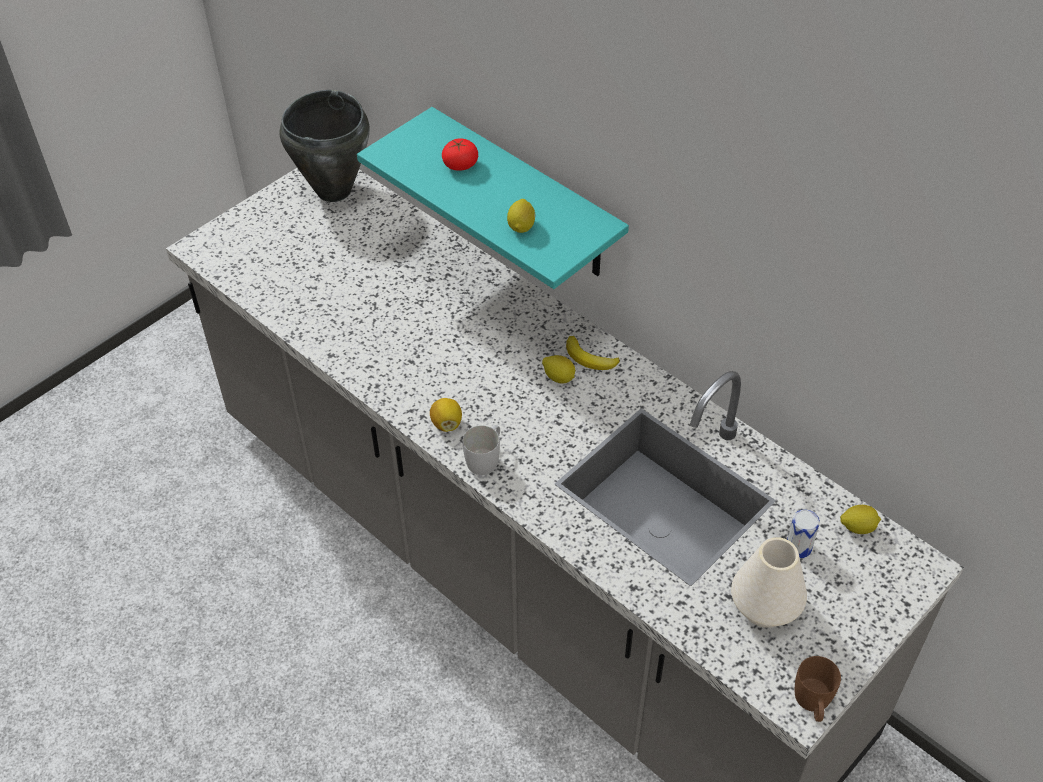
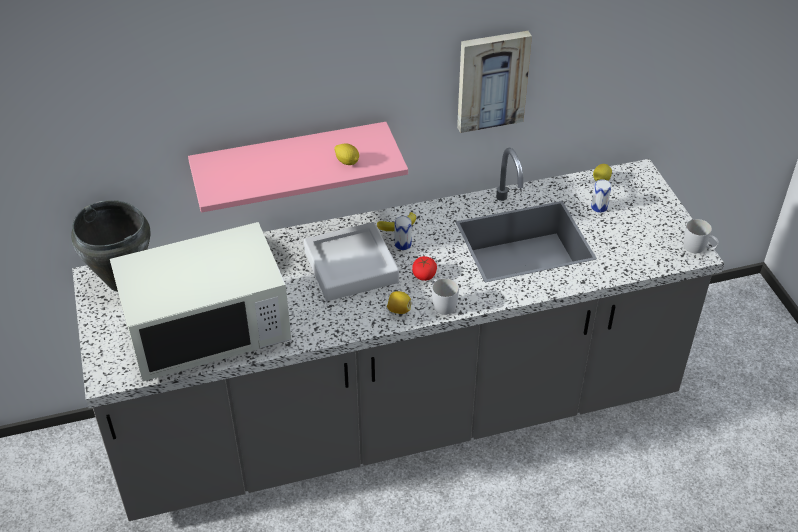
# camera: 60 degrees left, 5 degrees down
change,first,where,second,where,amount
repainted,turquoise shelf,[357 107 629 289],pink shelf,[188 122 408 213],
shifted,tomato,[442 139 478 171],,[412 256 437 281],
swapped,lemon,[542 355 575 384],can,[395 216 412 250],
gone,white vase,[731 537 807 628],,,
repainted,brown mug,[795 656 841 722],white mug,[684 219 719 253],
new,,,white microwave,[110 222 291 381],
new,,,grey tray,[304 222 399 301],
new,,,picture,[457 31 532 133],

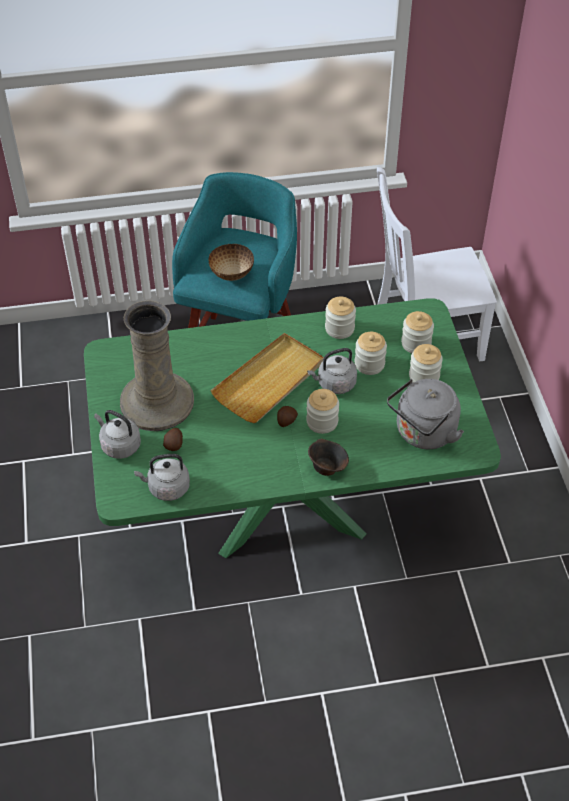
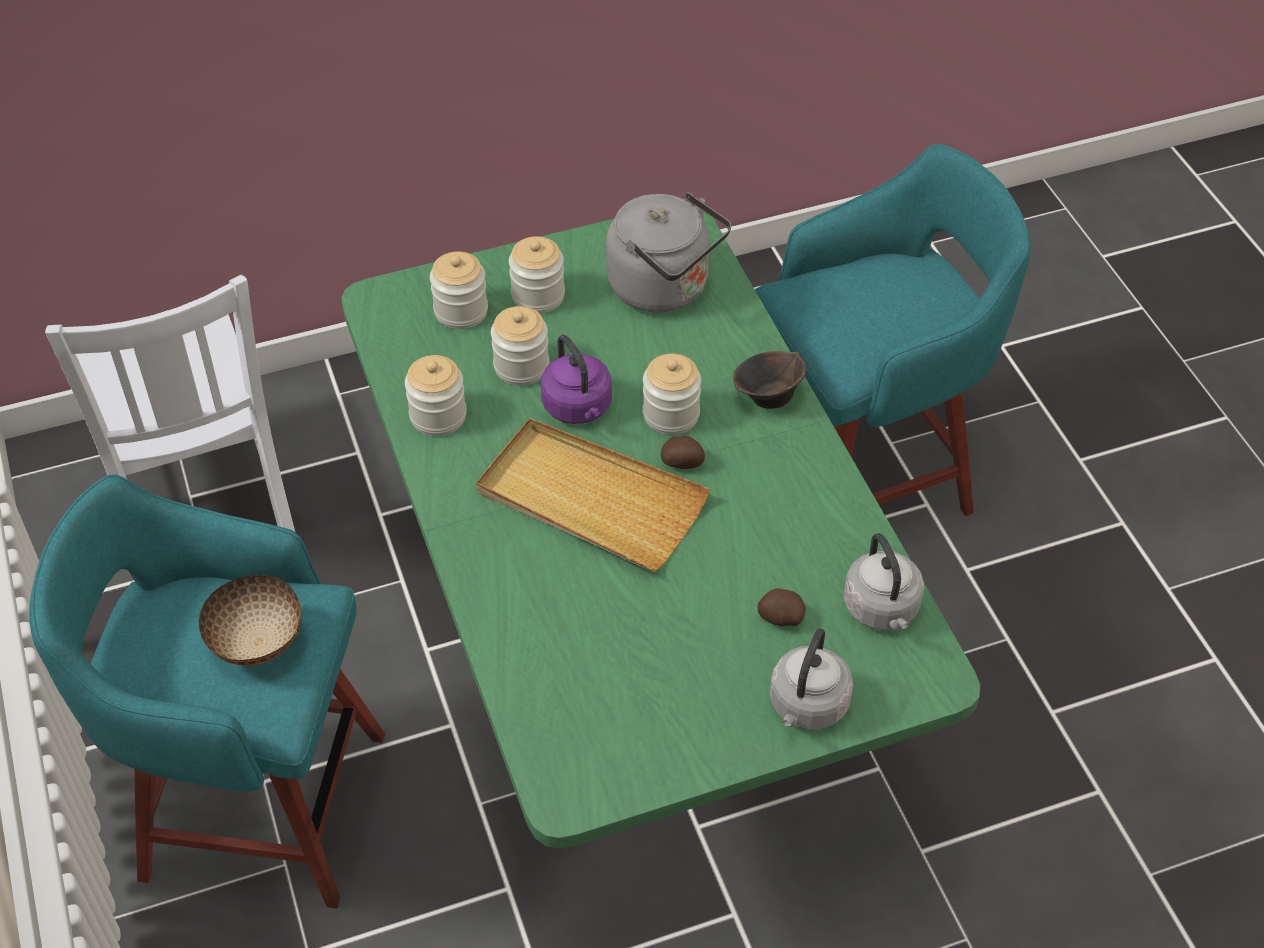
# camera: 100 degrees left, 0 degrees up
change,first,where,second,where,amount
gone,beige vase,[120 301 194 431],,,
repainted,grey kettle,[307 348 357 394],purple kettle,[541 335 612 424],
new,,,turquoise stool,[755 143 1031 516],

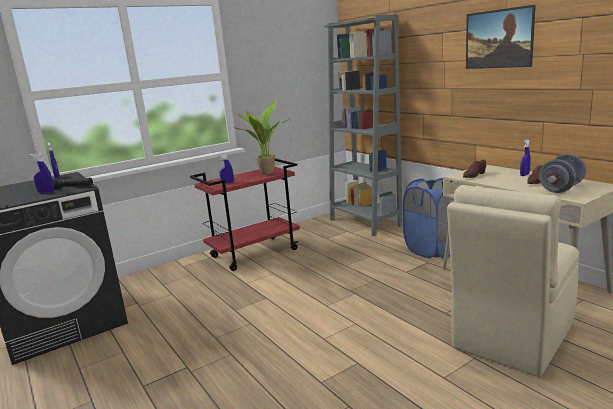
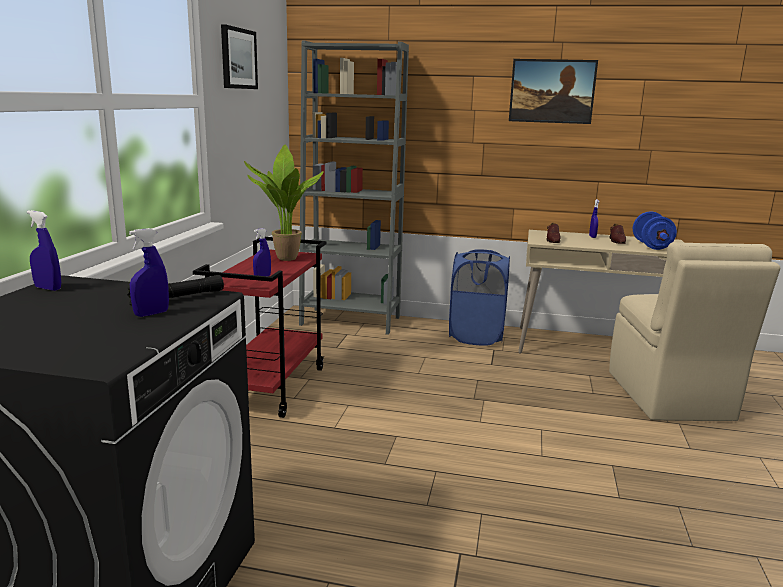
# camera: 45 degrees left, 0 degrees up
change,first,where,second,where,amount
repainted,grey dumbbell,[539 154 586 193],blue dumbbell,[633 211 677 250],
new,,,picture,[221 24 258 89],

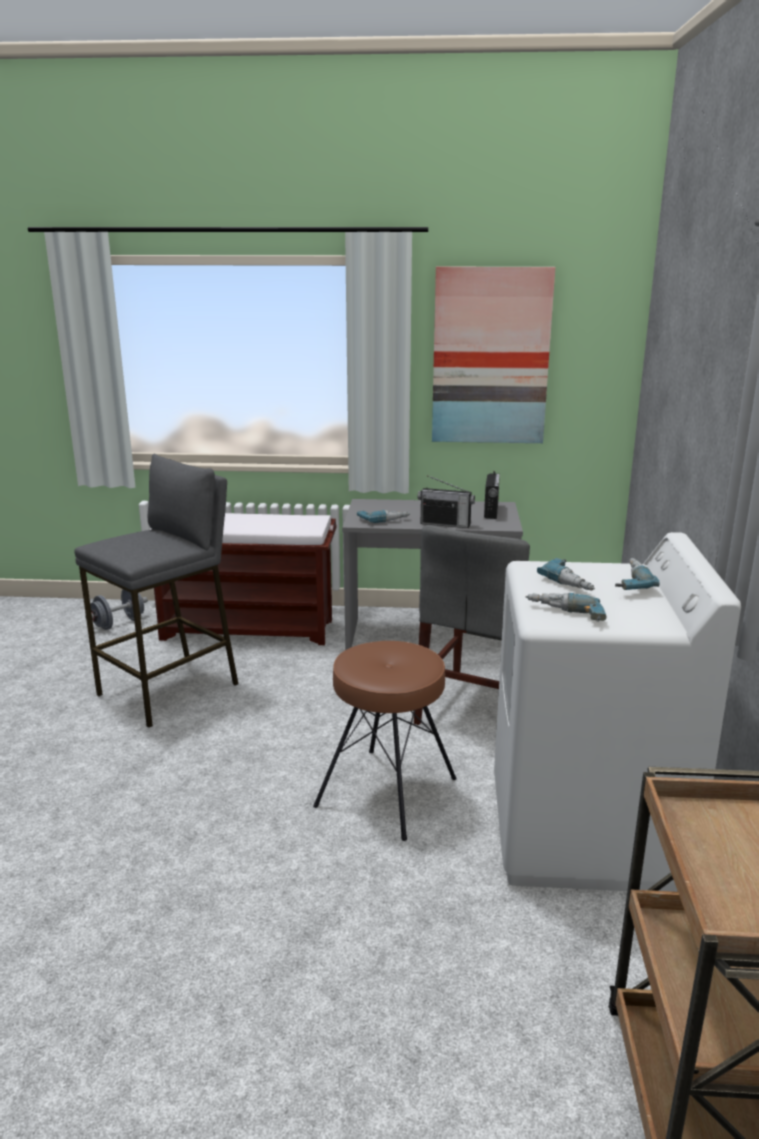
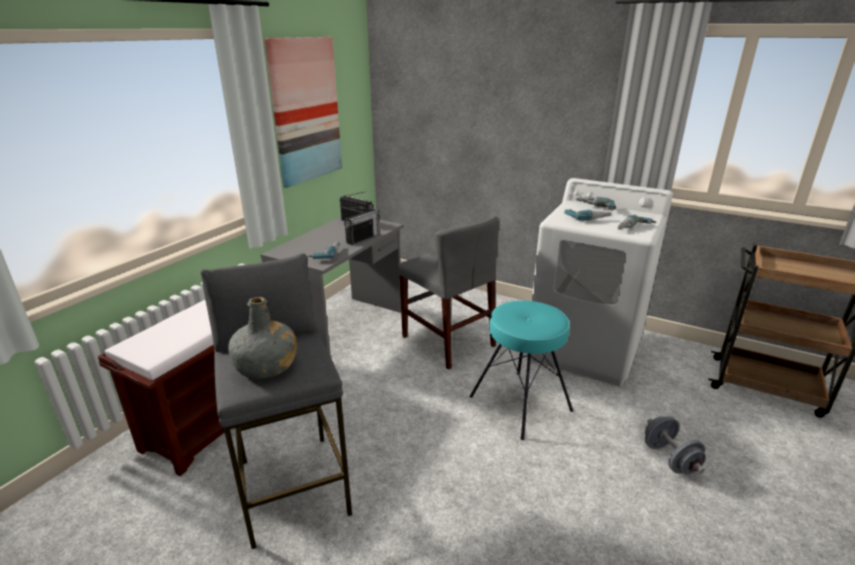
# camera: 65 degrees left, 5 degrees up
change,first,where,second,where,amount
shifted,grey dumbbell,[85 589 148 630],,[645 416 706 475],
repainted,brown stool,[313 641 457 841],turquoise stool,[470 301 573 440],
new,,,grey bottle,[228 297 297 379],

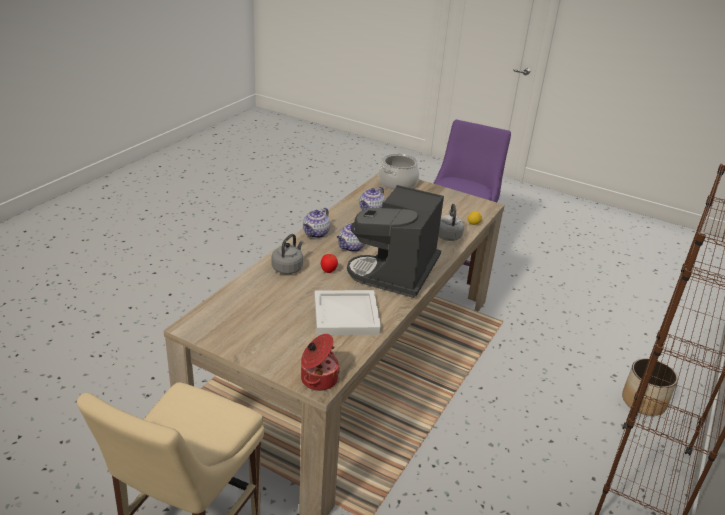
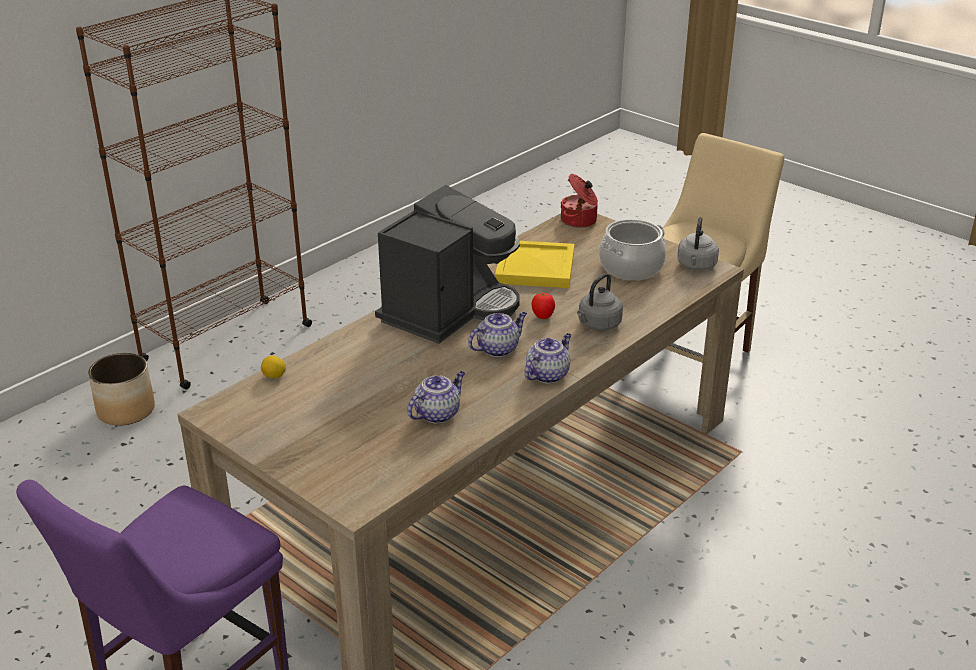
# camera: 165 degrees left, 0 degrees up
change,first,where,second,where,amount
repainted,white tray,[314 290 381 335],yellow tray,[495 241 574 288],
shifted,cooking pot,[378 153 420 190],,[599 219 666 280],
shifted,grey kettle,[438 204 464 241],,[677 217 719 271],

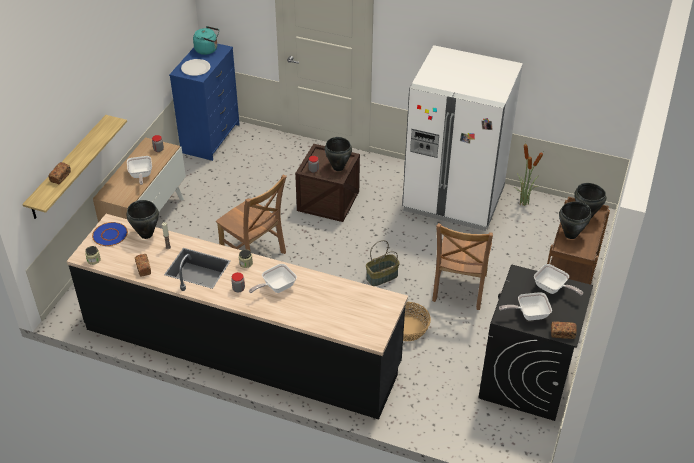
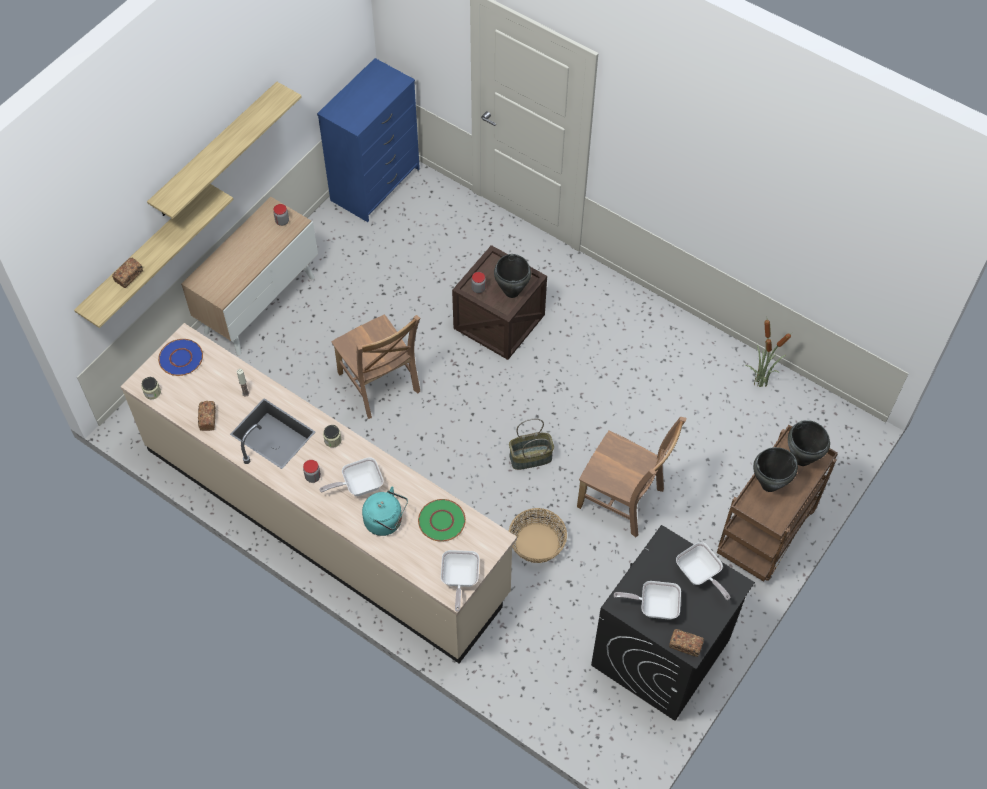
# camera: 15 degrees right, 15 degrees up
change,first,where,second,where,amount
repainted,black counter,[67 214 408 420],beige counter,[120 323 517 663],
gone,black cooking pot,[126 200 159 239],,,
shifted,frying pan,[127 156 152 185],,[441 550 479 612],
gone,white plate,[181 59 210 76],,,
shifted,turquoise kettle,[193 26 219 55],,[362 486 408 536],
gone,white fridge,[402 45 523 231],,,
rotated,brown chair,[432 223 493 310],,[577 417 686 537],90 degrees counterclockwise
new,,,shelf,[147 82 302 219],
new,,,green plate,[418 499 466 542],

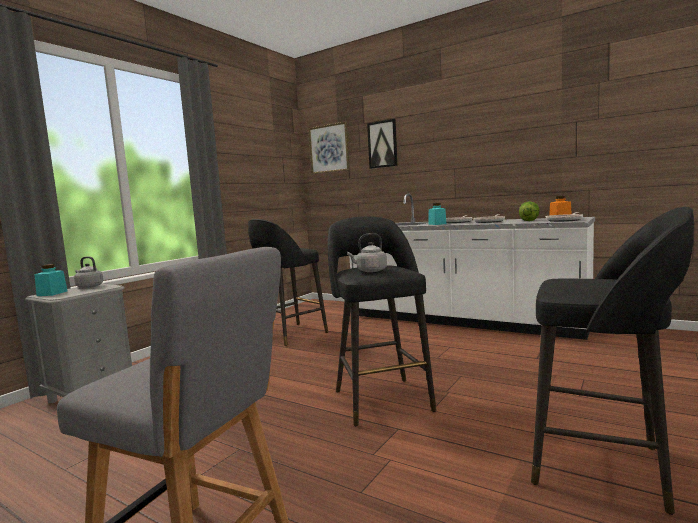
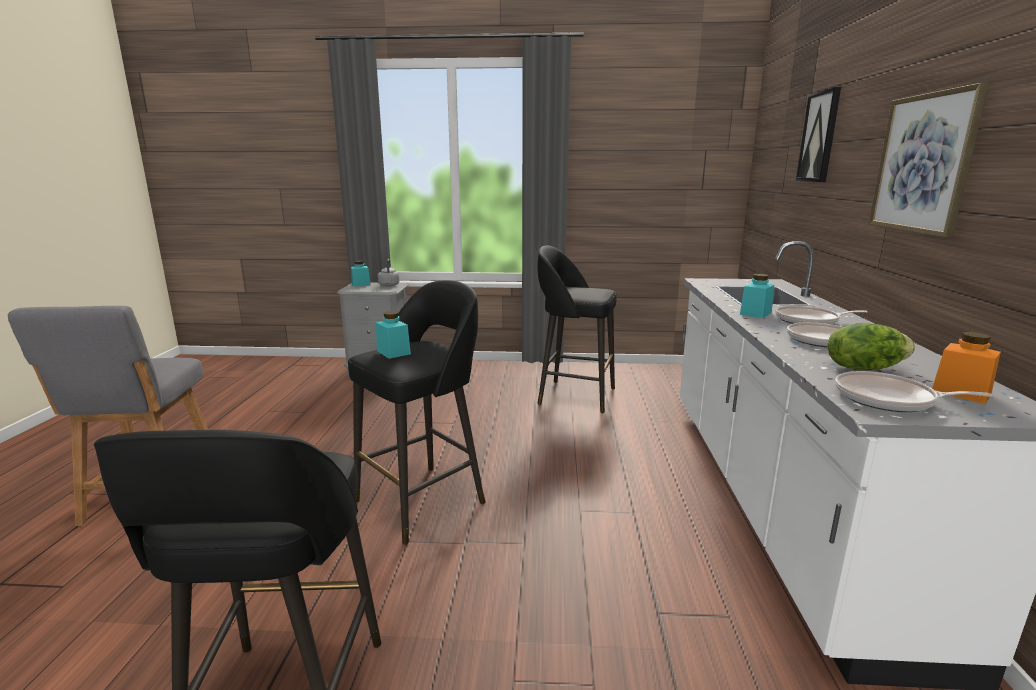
# camera: 60 degrees right, 10 degrees up
change,first,where,second,where,amount
shifted,picture,[308 122 350 174],,[869 83 989 238],
swapped,grey kettle,[347 233 387 272],turquoise jar,[376 311 411 359],

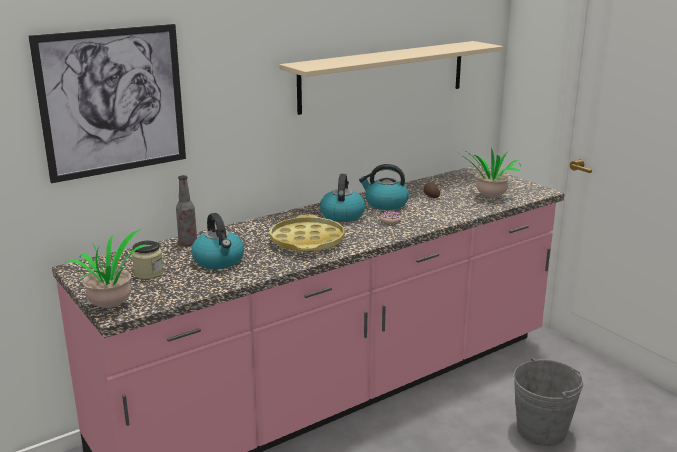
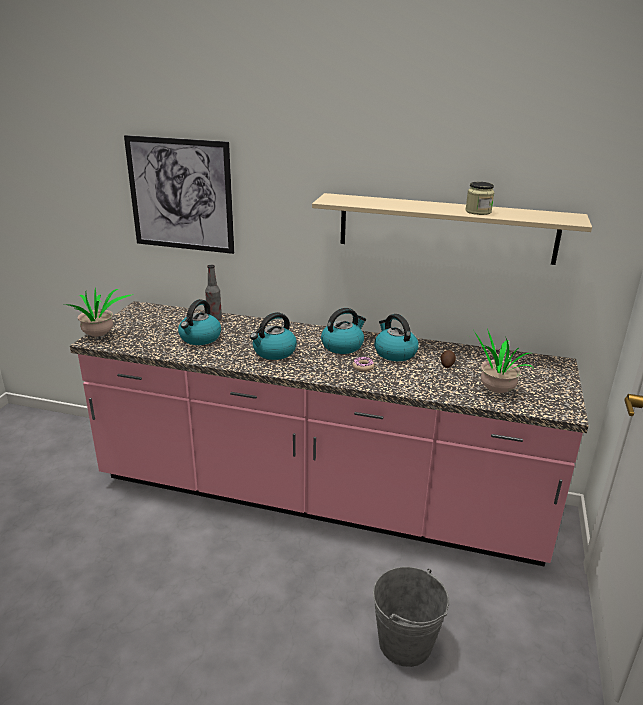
# camera: 50 degrees right, 5 degrees up
change,first,where,second,where,amount
shifted,jar,[132 241 164 279],,[465 182 494 215],
swapped,yellow tray,[270 215 345 252],kettle,[250 312 297 360],

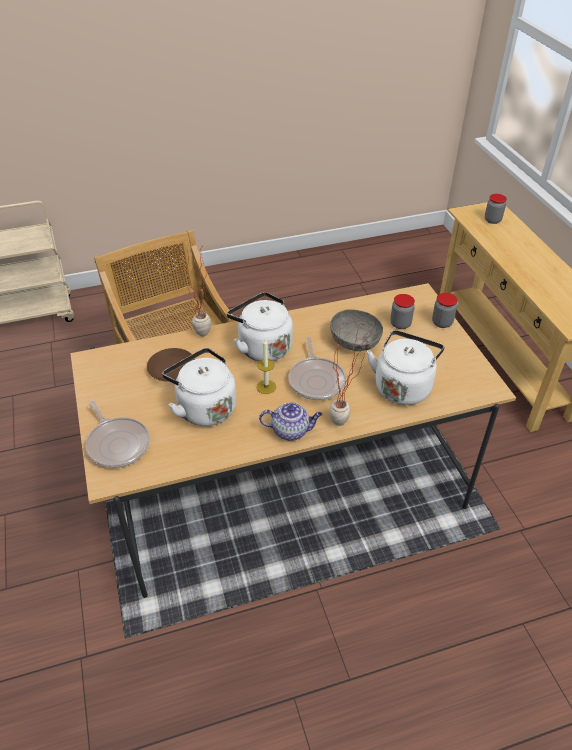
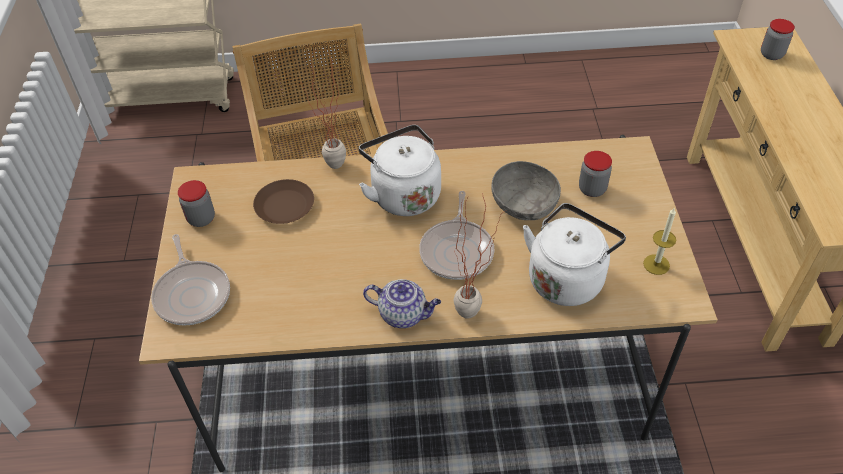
# camera: 15 degrees right, 5 degrees up
change,first,where,second,where,amount
gone,white kettle,[162 348 236 426],,,
shifted,candle,[257 339 276 394],,[643 207 676 275],
shifted,jar,[432 293 458 328],,[178 180 215 227],

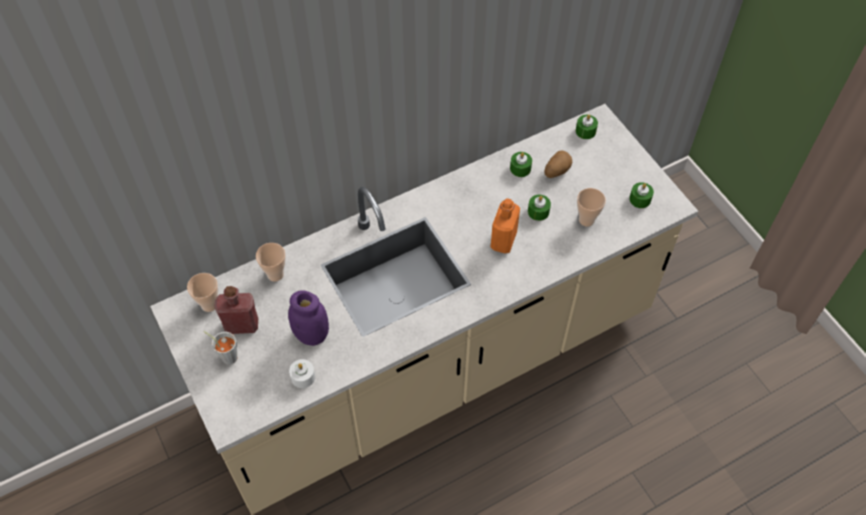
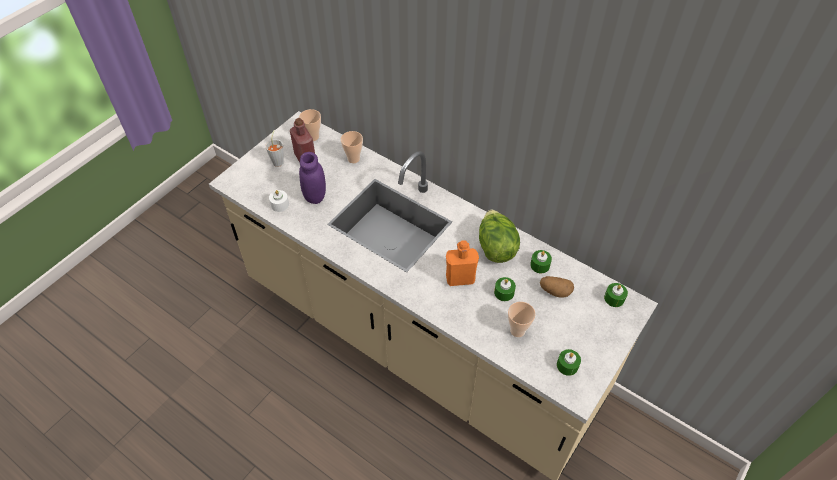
# camera: 65 degrees right, 5 degrees down
change,first,where,second,where,amount
new,,,lettuce,[479 210 520 263],

